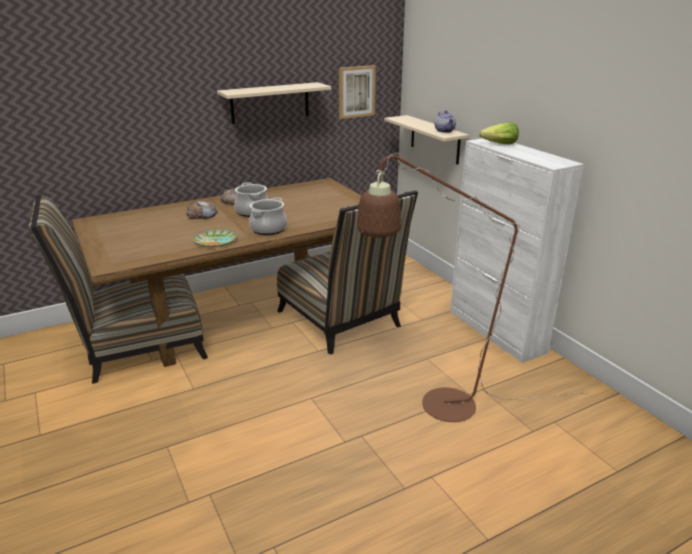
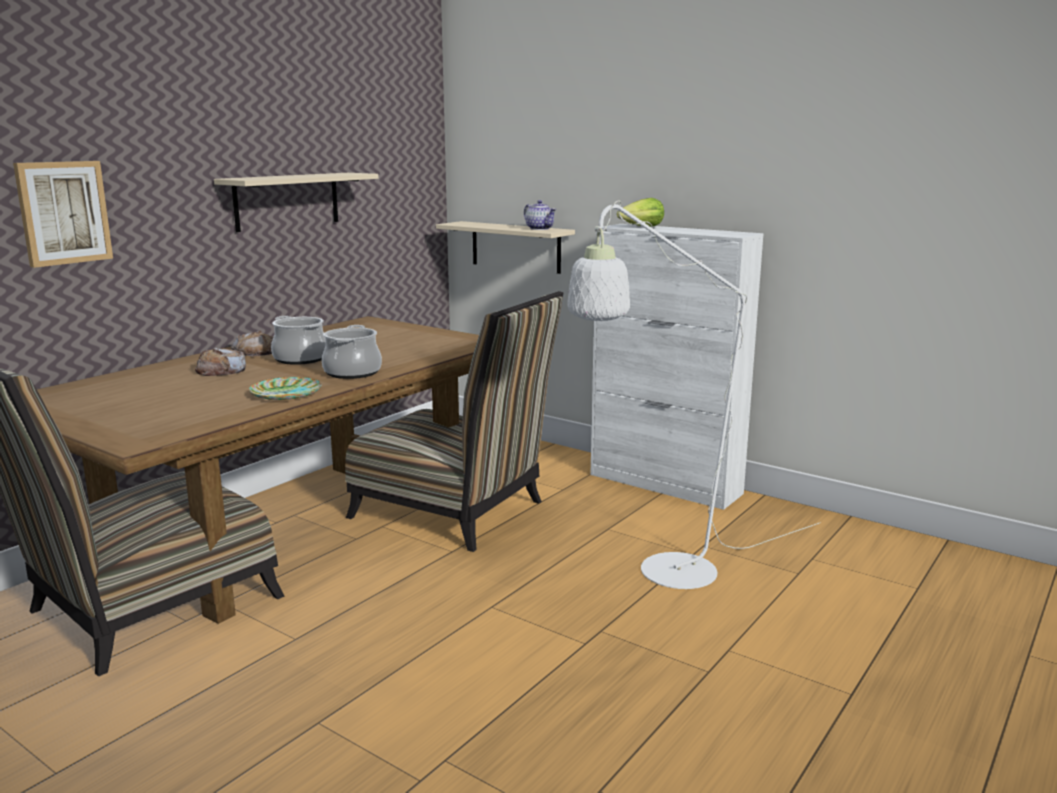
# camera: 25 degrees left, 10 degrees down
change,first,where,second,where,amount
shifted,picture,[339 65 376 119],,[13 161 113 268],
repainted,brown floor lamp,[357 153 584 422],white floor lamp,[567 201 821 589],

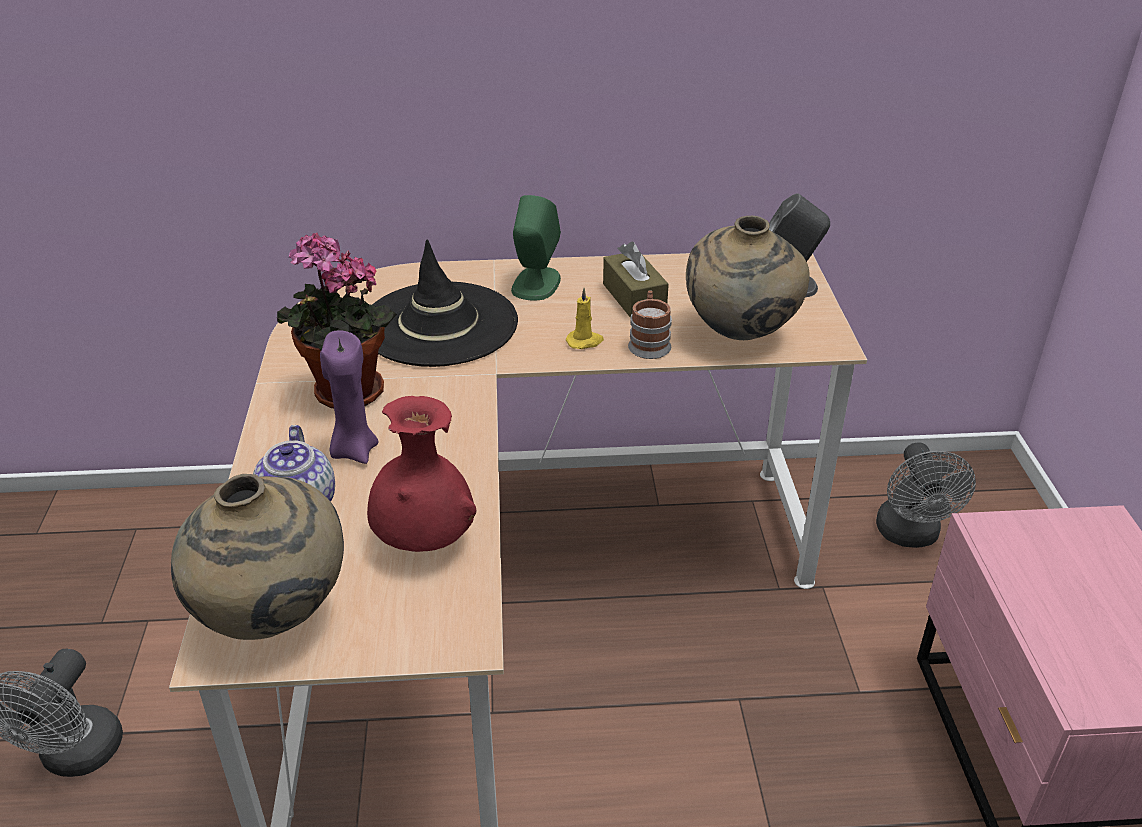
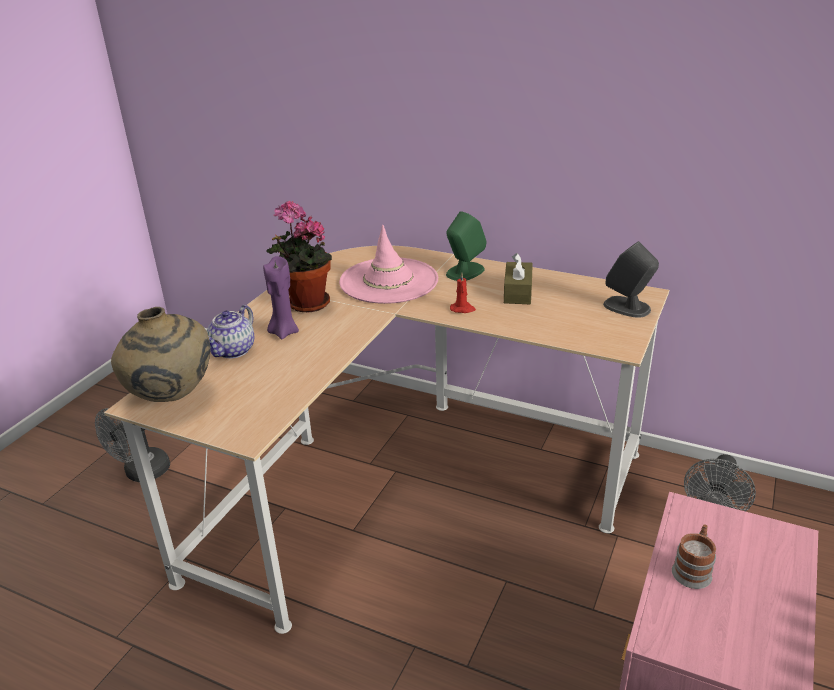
# camera: 30 degrees right, 5 degrees down
change,first,where,second,where,amount
gone,red vase,[367 396 476 552],,,
repainted,black hat,[372 239 518 367],pink hat,[339 225 438 304],
repainted,yellow candle,[566 288 604 349],red candle,[450 272 476 313],
shifted,mug,[628 291 672 359],,[672 524 716 589],
gone,beige vase,[686 216 810 340],,,

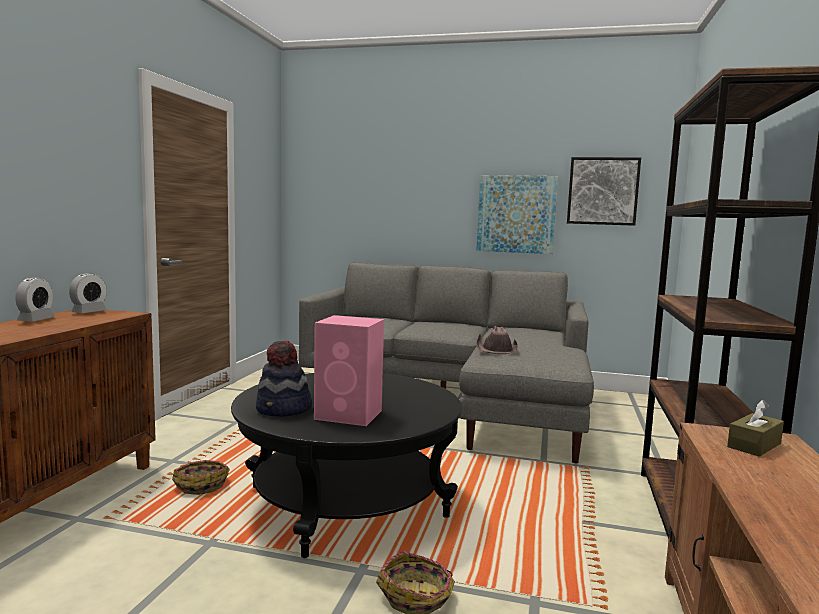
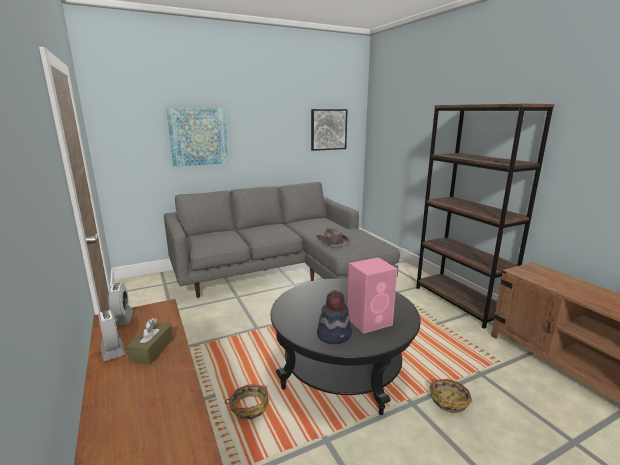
# camera: 40 degrees left, 10 degrees up
change,first,where,second,where,amount
shifted,picture,[476 175 558 254],,[167 108 228 166],
shifted,brown tissue box,[727 400 784 457],,[126 318 173 365],

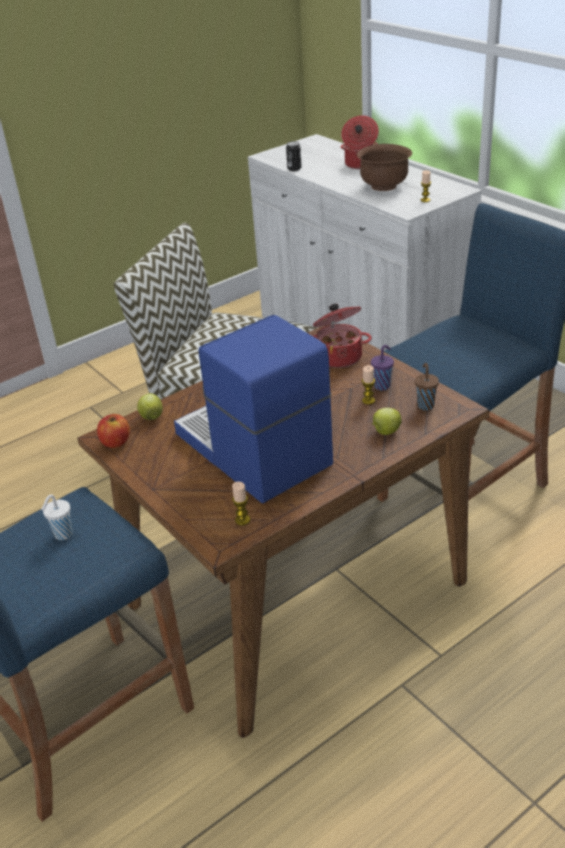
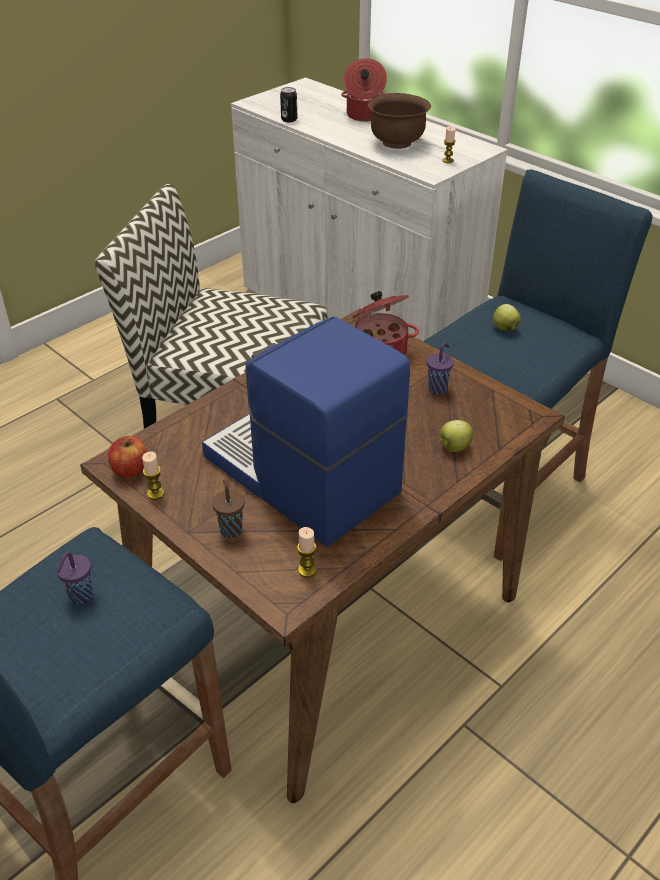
# camera: 10 degrees left, 5 degrees up
change,first,where,second,where,amount
repainted,white cup,[41 494 73 540],purple cup,[56 552 93 604],
shifted,apple,[137 393 163 420],,[493 304 521 331],
shifted,candle,[362 365 375 405],,[142 452 164 500],
shifted,brown cup,[415 363 439 410],,[212 479 245 538],

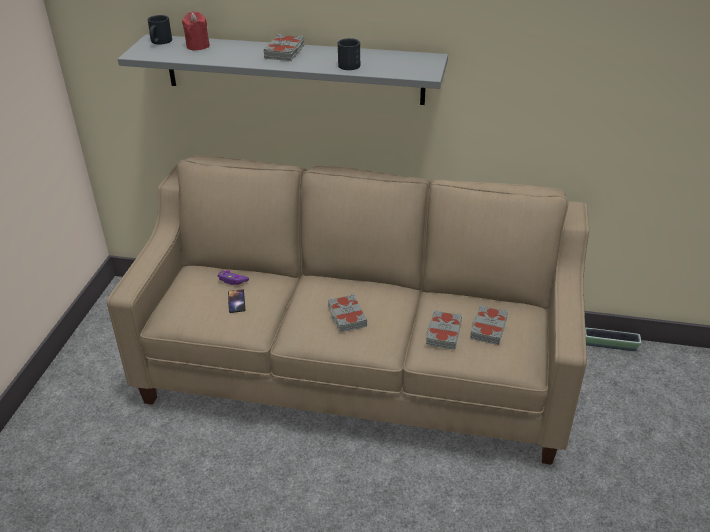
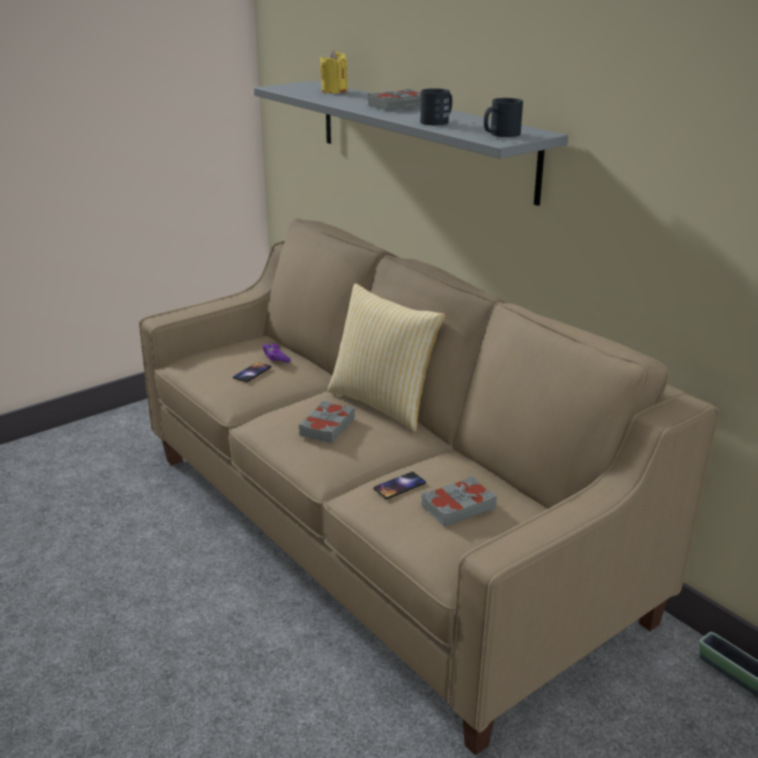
# camera: 40 degrees right, 10 degrees down
change,first,where,second,where,amount
shifted,black mug,[147 15 172 45],,[484 98 523 137],
repainted,red candle,[182 11 210 50],yellow candle,[320 50 348 93],
swapped,grey book,[426 310 462 350],phone,[373 472 426 499],
new,,,pillow,[328 283 446 432],

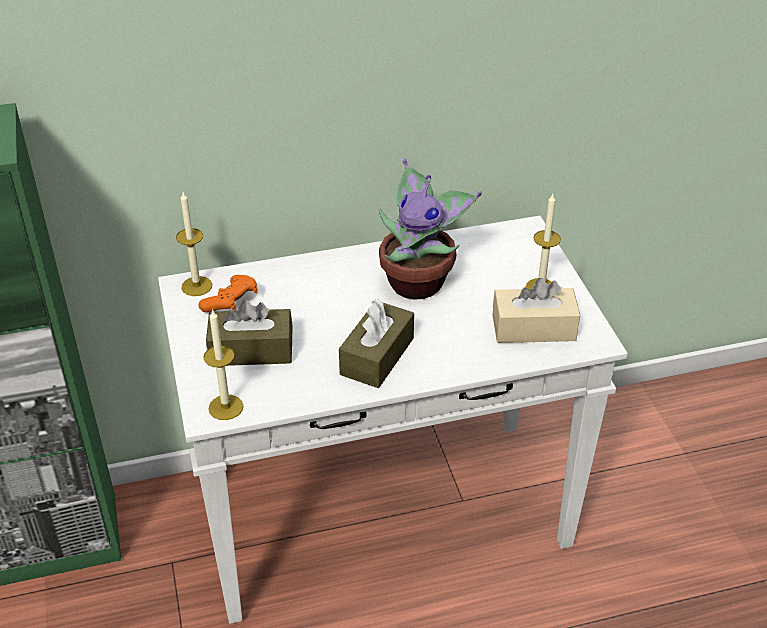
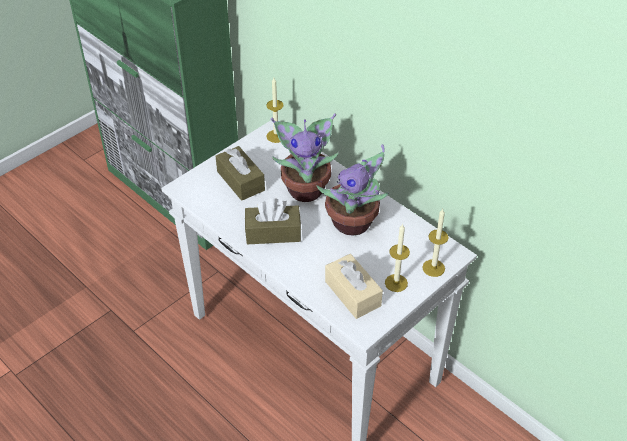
# camera: 60 degrees right, 5 degrees up
change,first,where,second,where,amount
gone,orange game controller,[199 275 257 312],,,
shifted,candle,[203 309 243 420],,[422 209 449 277],
new,,,potted plant,[271 113 339 202],

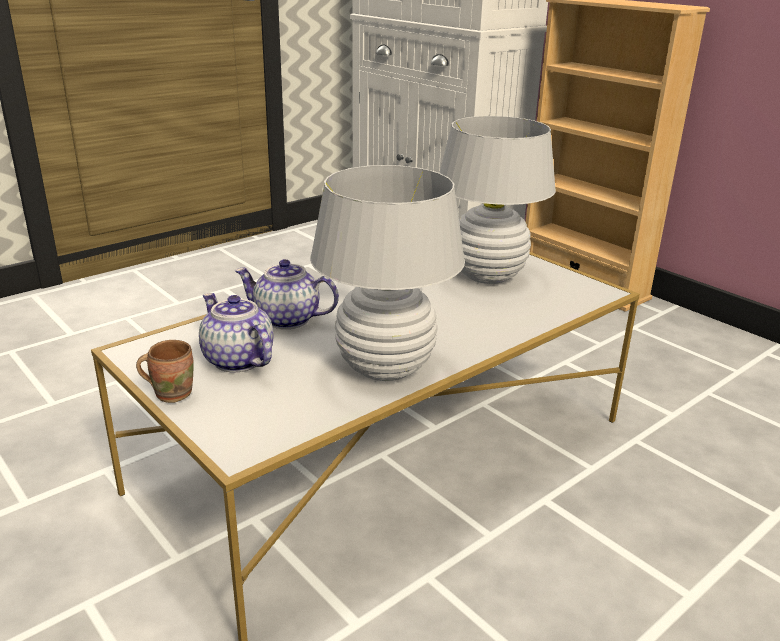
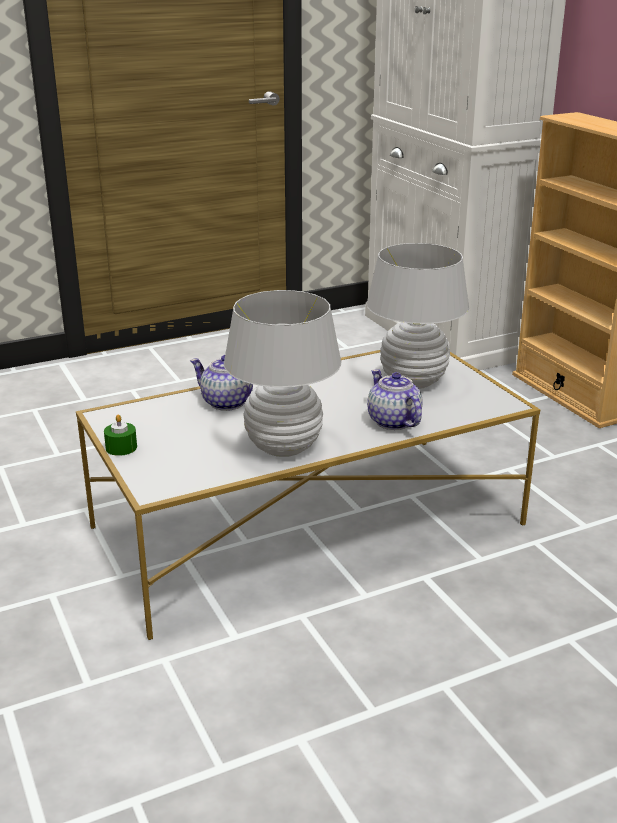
# camera: 15 degrees right, 0 degrees up
change,first,where,second,where,amount
swapped,brown mug,[136 340 194 403],green candle,[104 414 137 456],
shifted,teapot,[199 293 274 372],,[367 369 423 430],

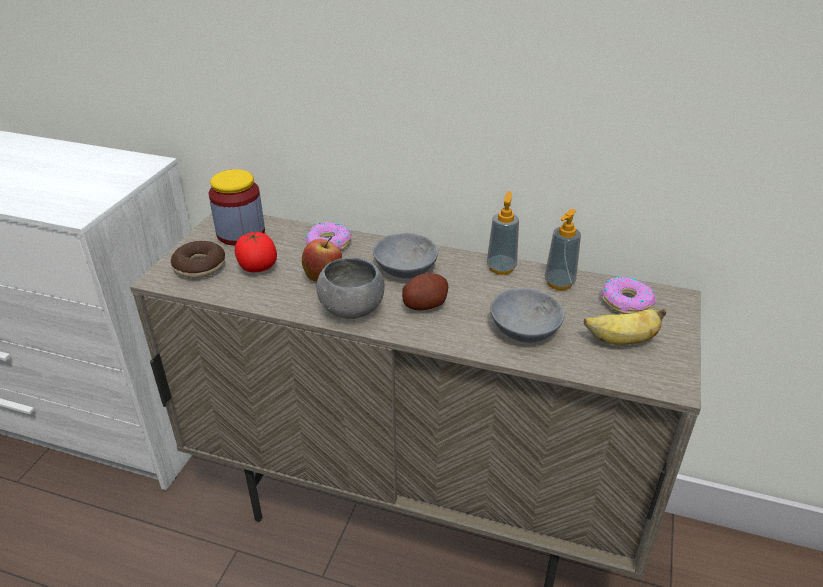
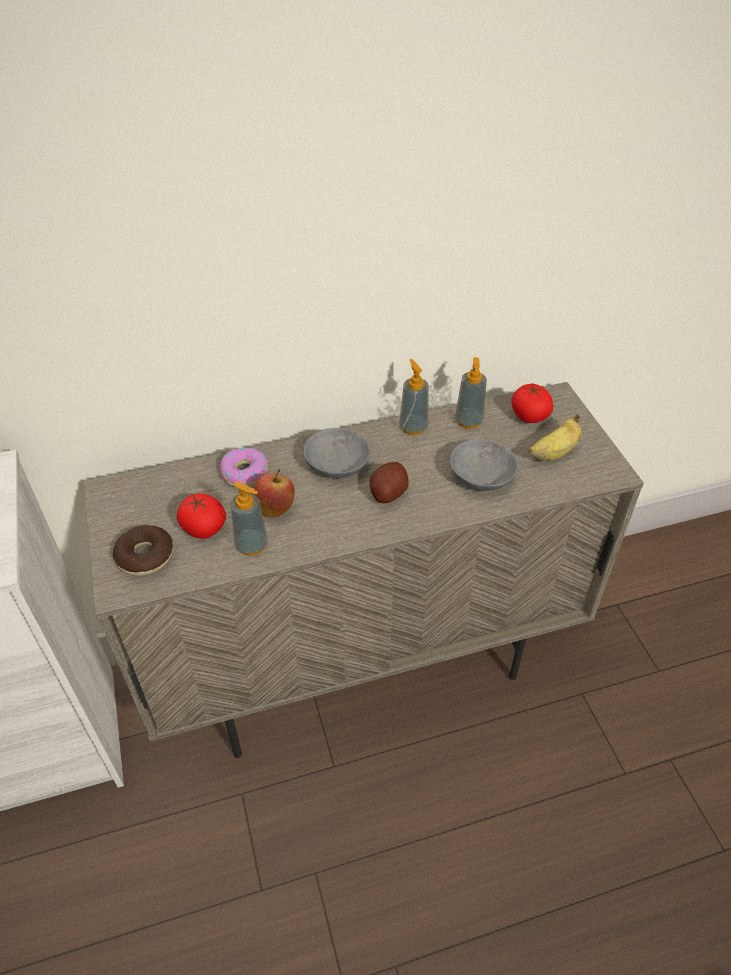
# camera: 35 degrees left, 10 degrees up
change,first,where,second,where,amount
gone,jar,[209 169 265 245],,,
gone,grey bowl,[316 257 384 319],,,
swapped,donut,[602 277 655 314],tomato,[511 383 553 423],
new,,,soap dispenser,[230 482 268 556],

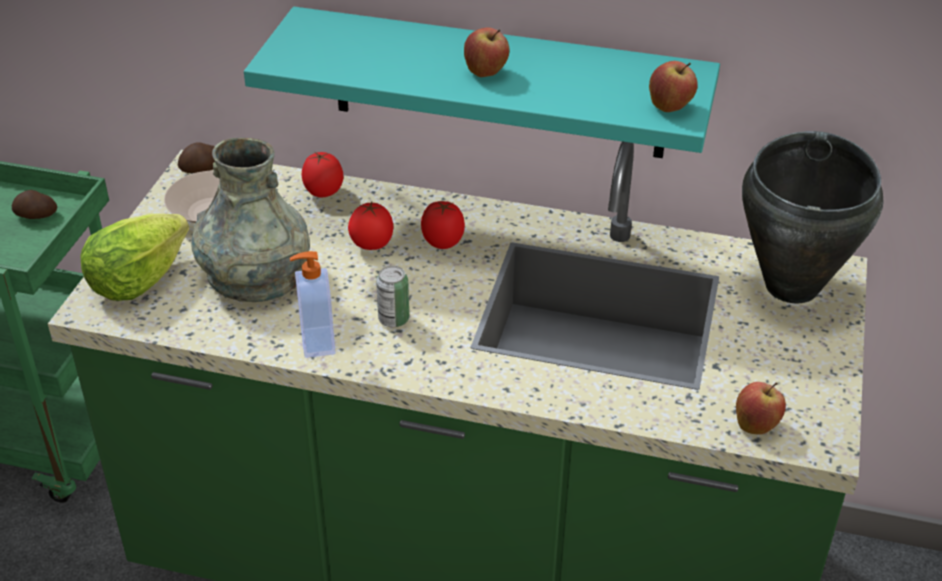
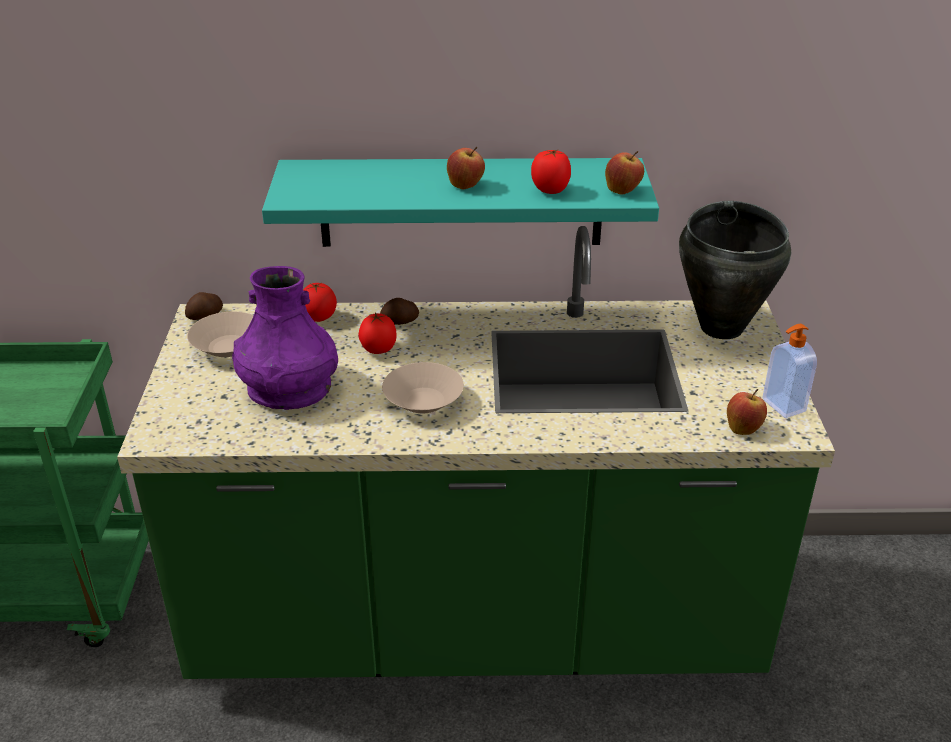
# camera: 15 degrees left, 5 degrees down
change,first,where,second,where,amount
shifted,potato,[12 190 57 219],,[380 298 419 325],
gone,lettuce,[80 214 189 301],,,
repainted,grey vase,[191 137 310 302],purple vase,[232 266 338 410],
shifted,soap dispenser,[290 251 335 358],,[763 324 817 418],
swapped,can,[376 266 409 327],beige bowl,[382 362 464 413],
shifted,tomato,[421 201 465 249],,[531 149 571 194],

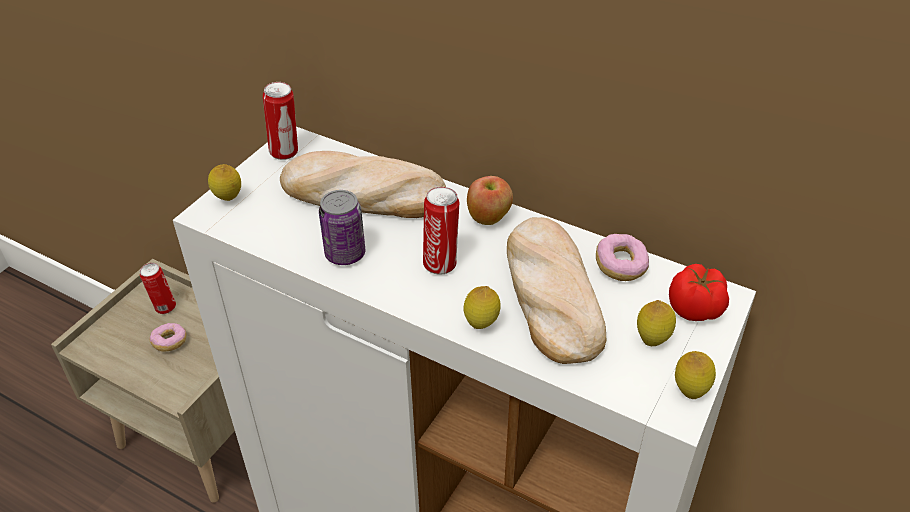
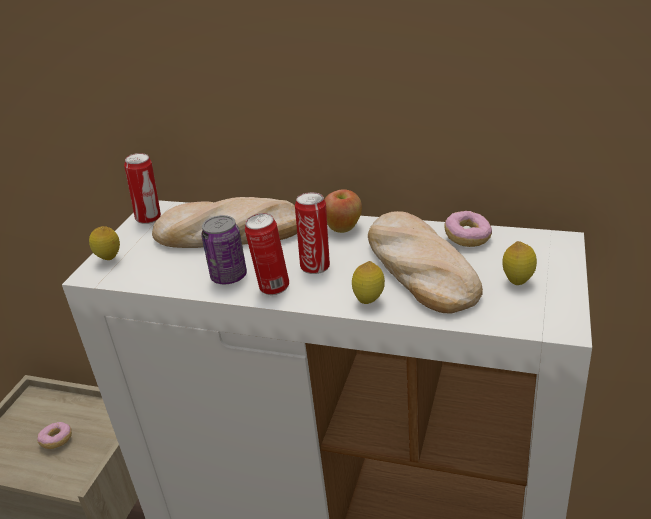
# camera: 10 degrees left, 10 degrees down
change,first,where,second,where,amount
shifted,can,[140 263 176 314],,[245 213 289 295],
gone,tomato,[669 264 729 321],,,
gone,lemon,[675 351 716 399],,,

